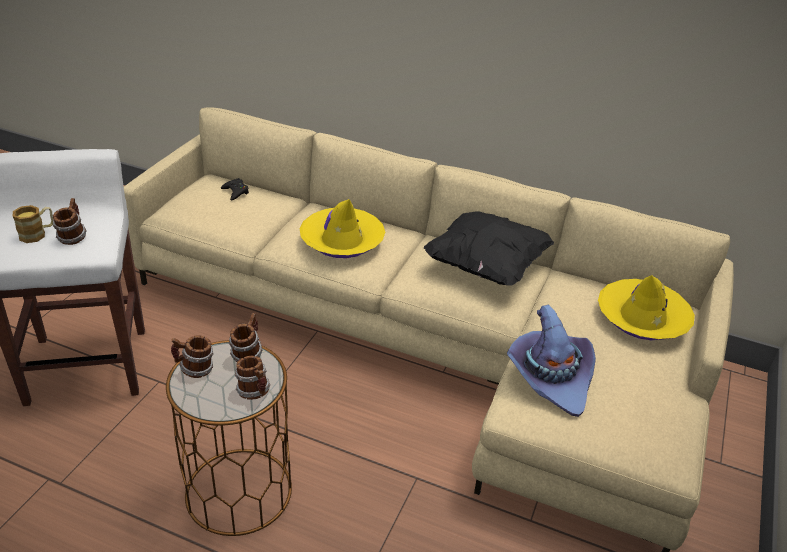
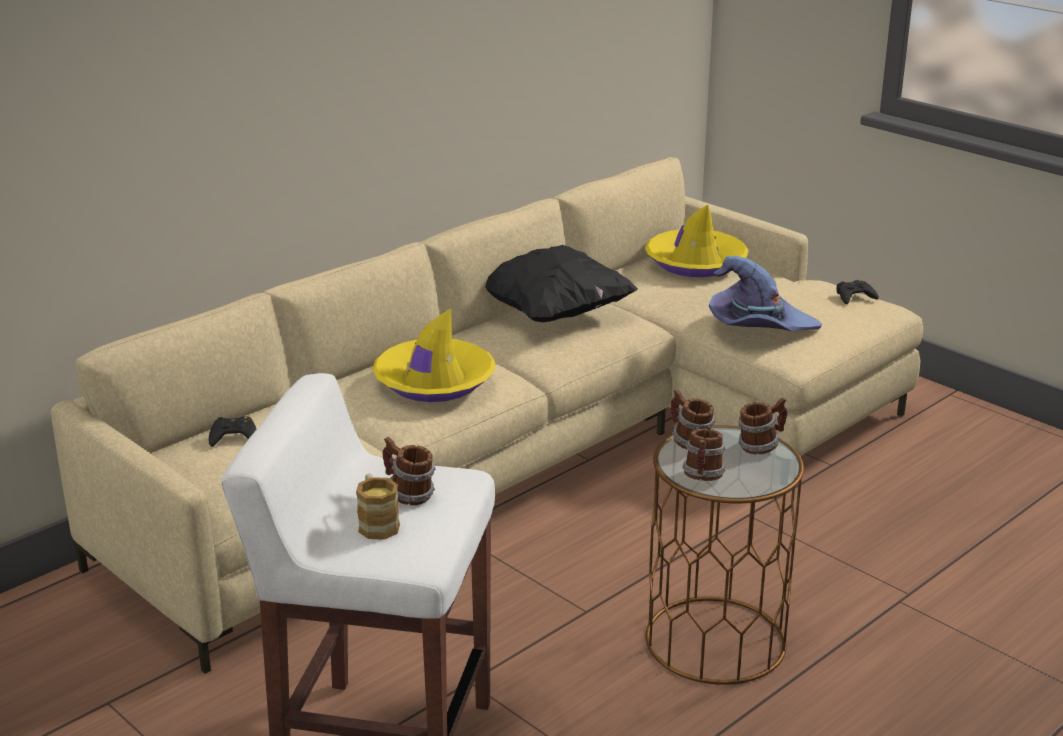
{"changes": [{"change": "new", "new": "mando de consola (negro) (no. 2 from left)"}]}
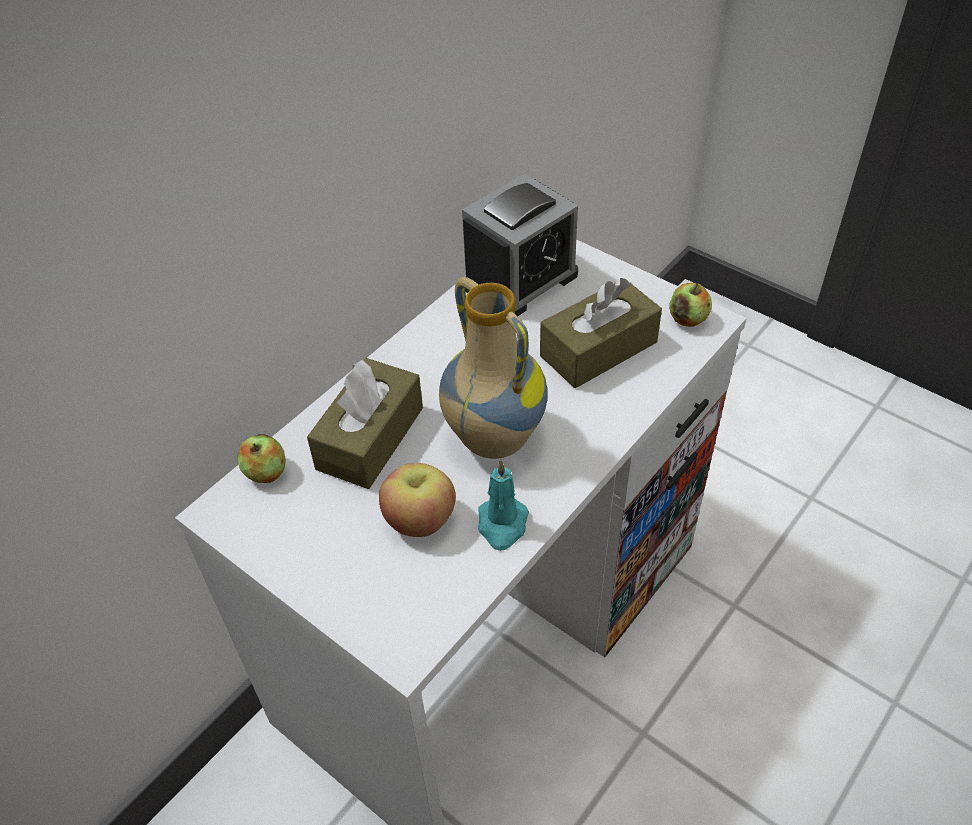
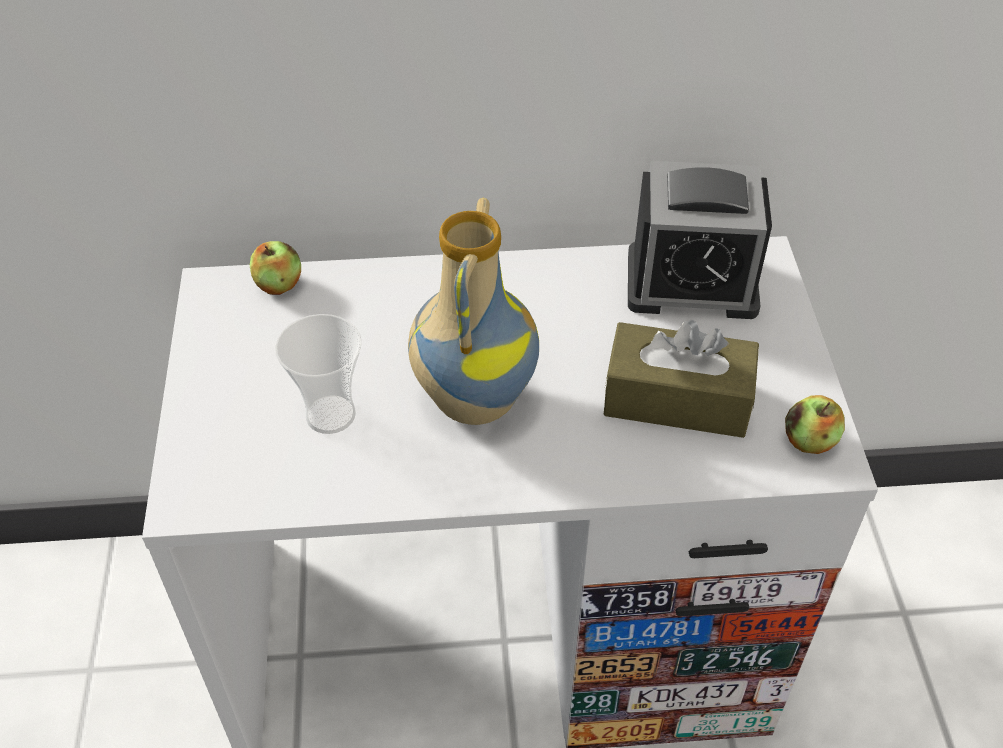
{"changes": [{"change": "swapped", "old": "manzana (no. 2 from left)", "new": "taza"}, {"change": "gone", "old": "caja de pañuelos (marrón) (no. 1 from left)"}, {"change": "gone", "old": "vela (turquesa)"}]}
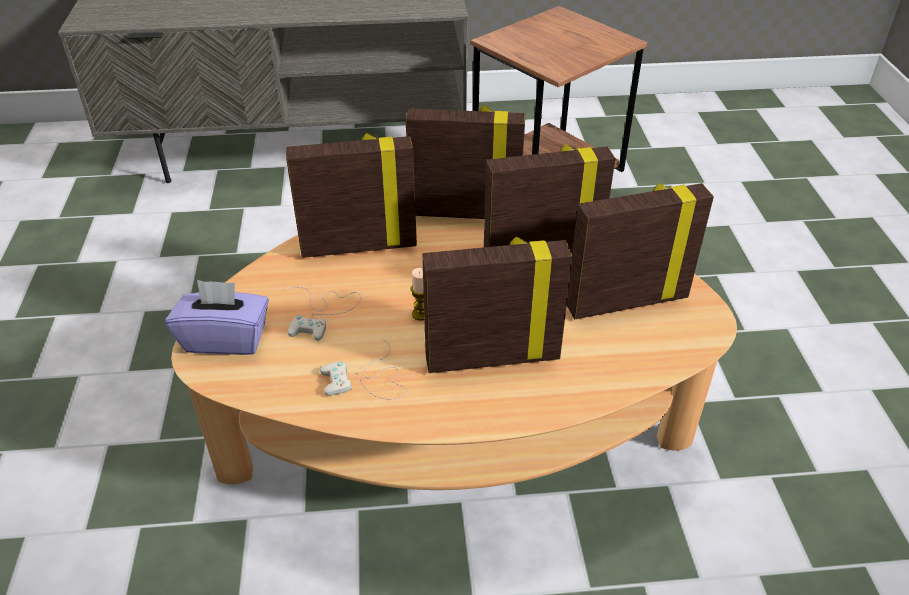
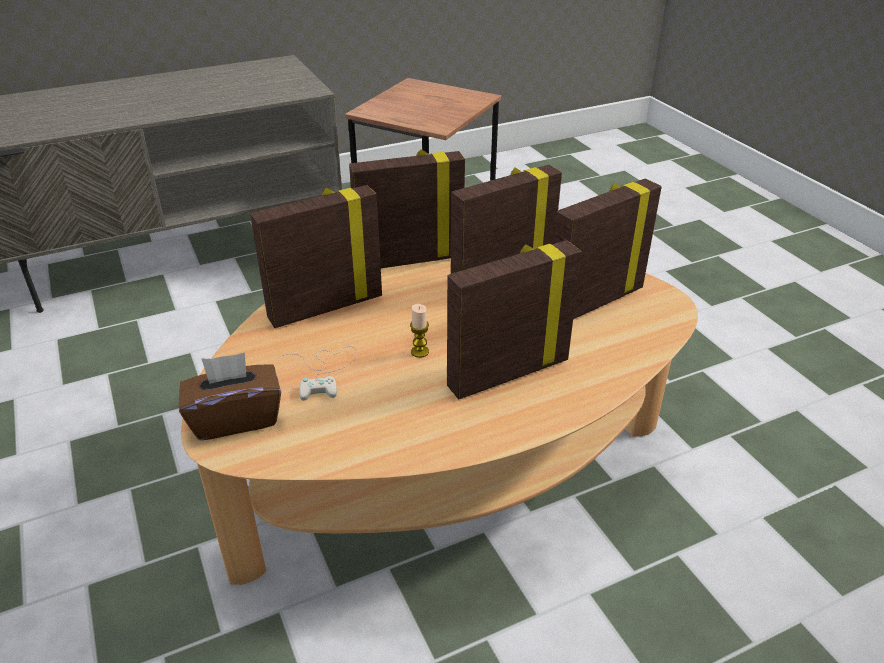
{"changes": [{"change": "repainted", "old": "caja de pañuelos (morado)", "new": "caja de pañuelos (marrón)"}, {"change": "gone", "old": "mando de consola (blanco) (no. 2 from left)"}]}
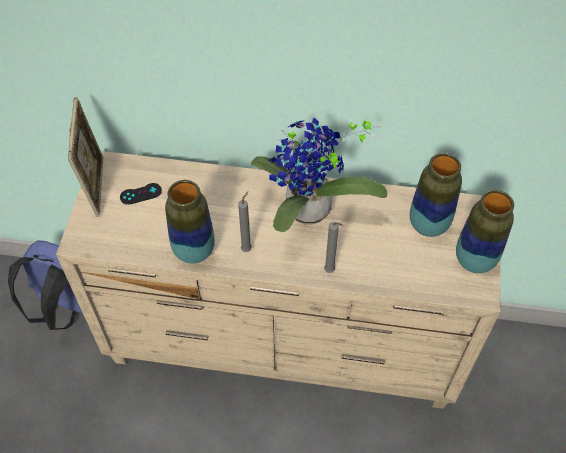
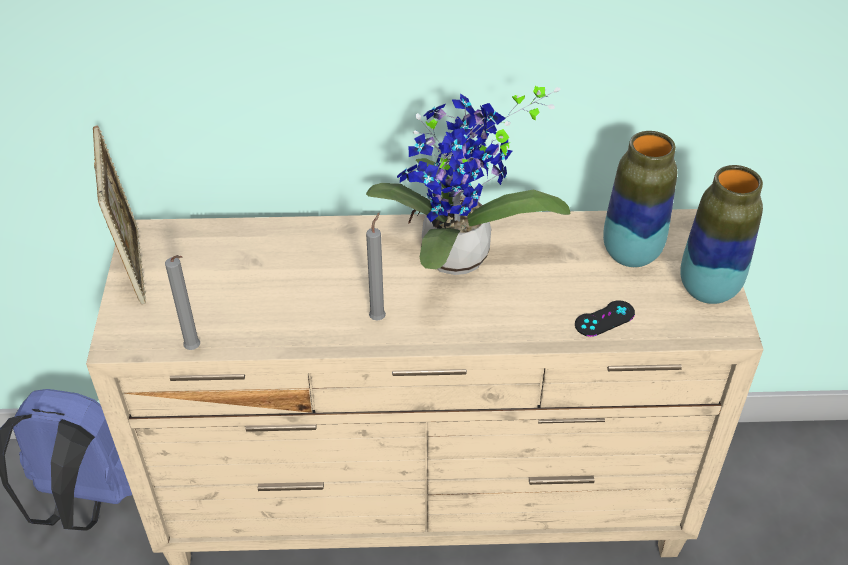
{"changes": [{"change": "shifted", "old": "vela (gris) (no. 2 from left in the first image)", "new": "vela (gris) (no. 1 from left)"}, {"change": "shifted", "old": "mando de consola (negro)"}, {"change": "gone", "old": "florero (no. 1 from left)"}]}
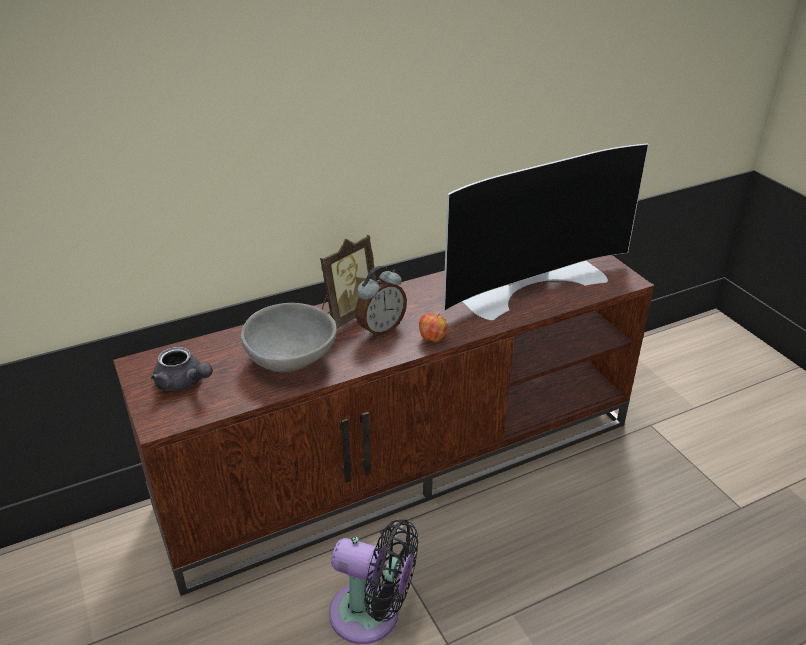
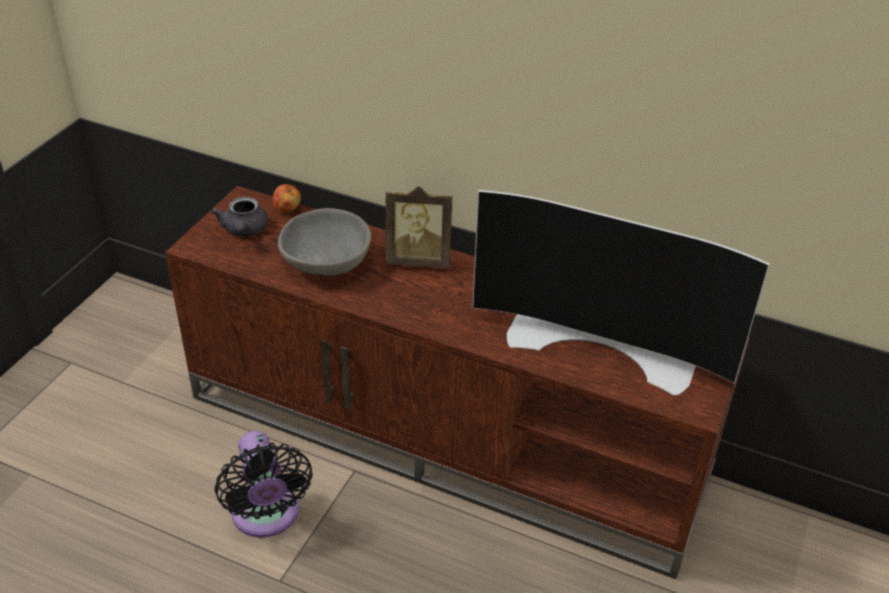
{"changes": [{"change": "shifted", "old": "manzana"}, {"change": "gone", "old": "despertador"}]}
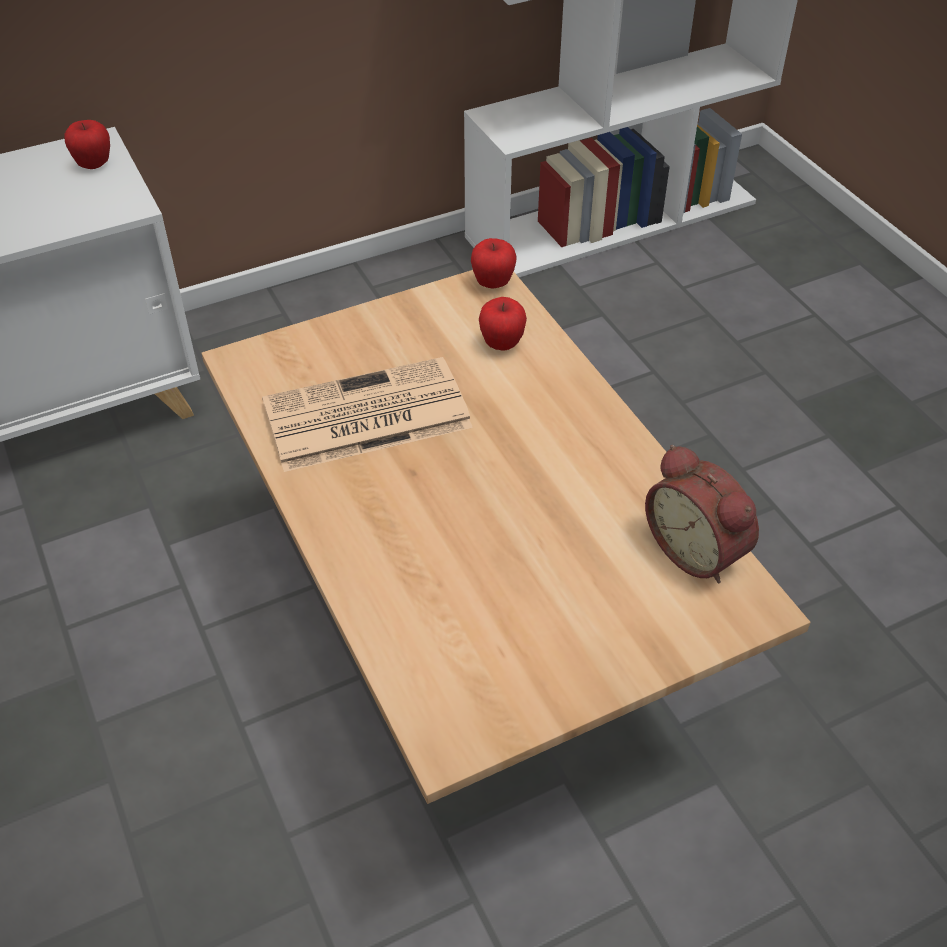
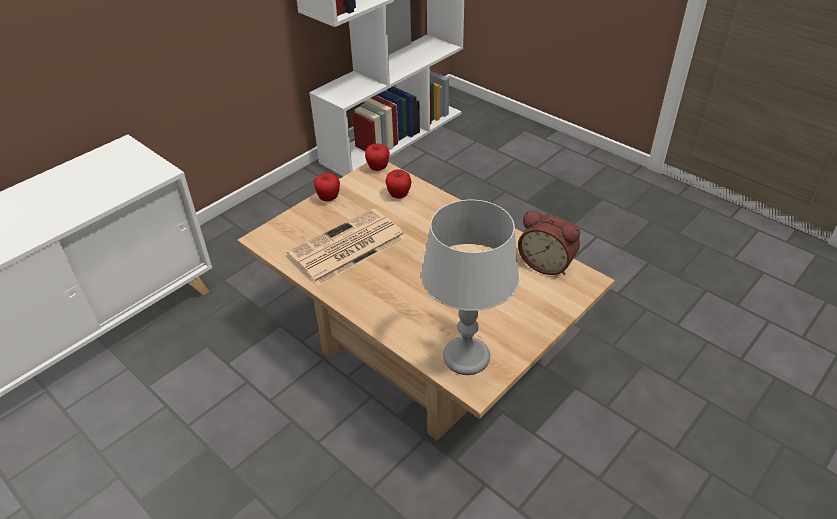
{"changes": [{"change": "shifted", "old": "manzana (no. 1 from left)"}, {"change": "new", "new": "lámpara de mesa (gris)"}]}
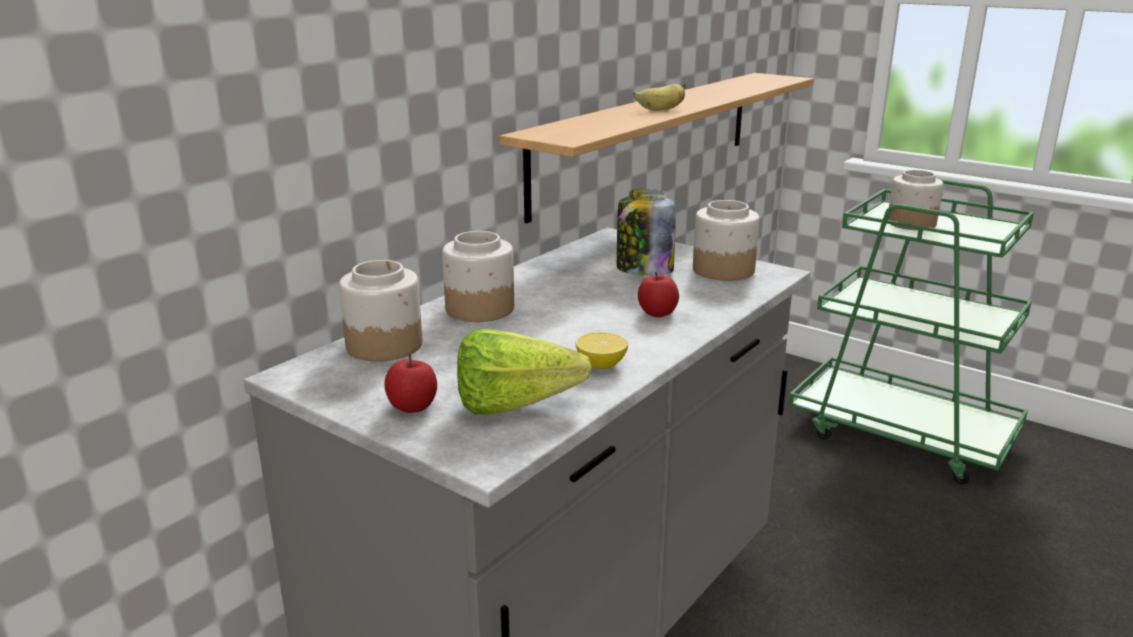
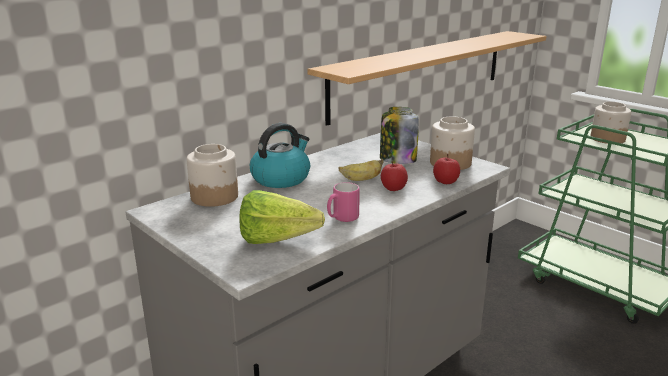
{"changes": [{"change": "swapped", "old": "tarro (no. 2 from left)", "new": "hervidor"}, {"change": "swapped", "old": "limón", "new": "taza grande (rosa)"}, {"change": "shifted", "old": "plátano"}, {"change": "shifted", "old": "manzana (no. 1 from left in the first image)", "new": "manzana (no. 2 from left)"}]}
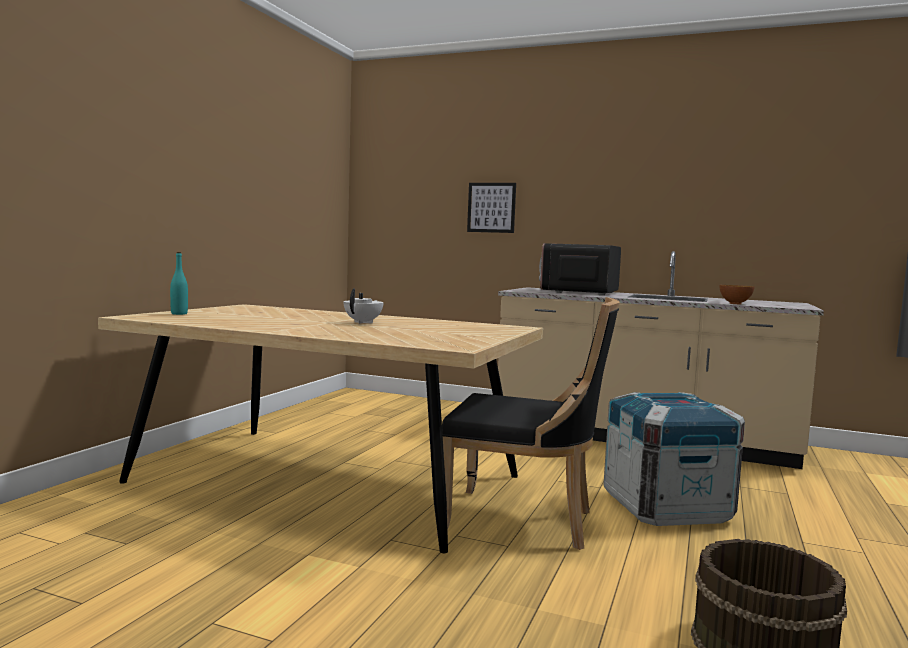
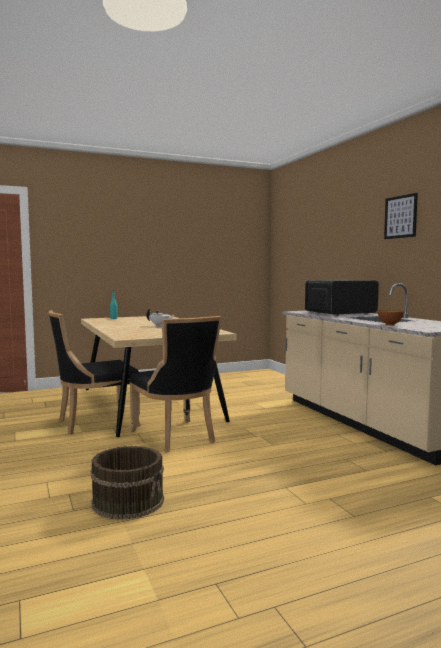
{"changes": [{"change": "new", "new": "silla (negro) (no. 1 from left)"}, {"change": "shifted", "old": "cuadro"}, {"change": "gone", "old": "caja de embalaje"}]}
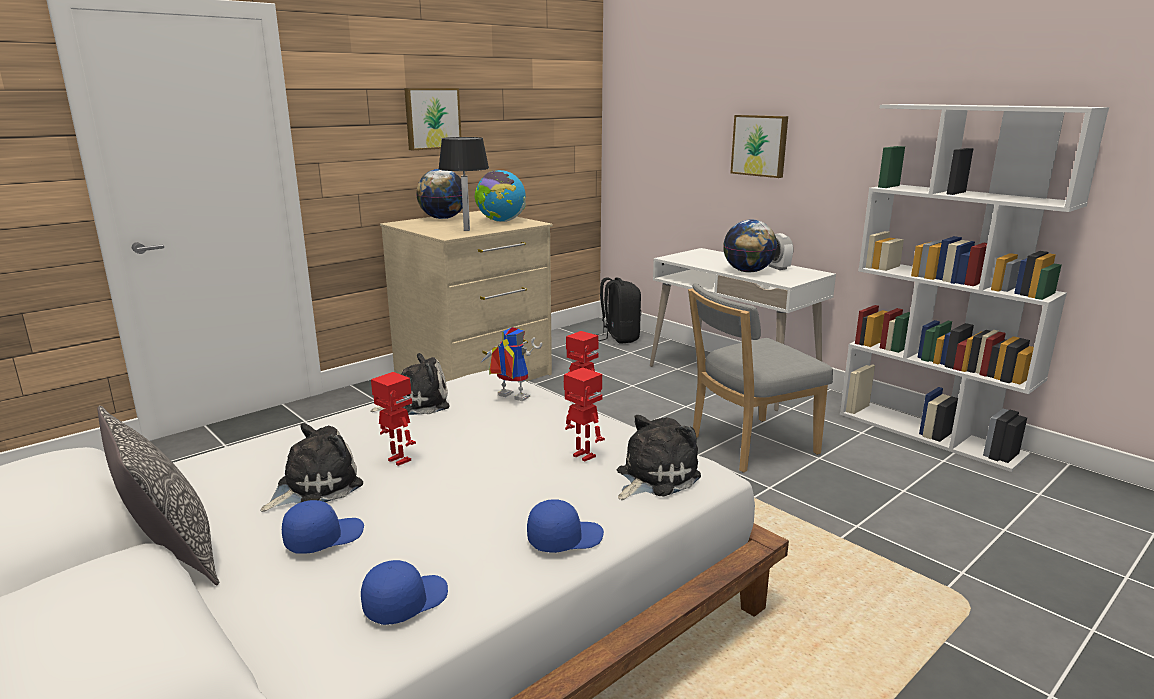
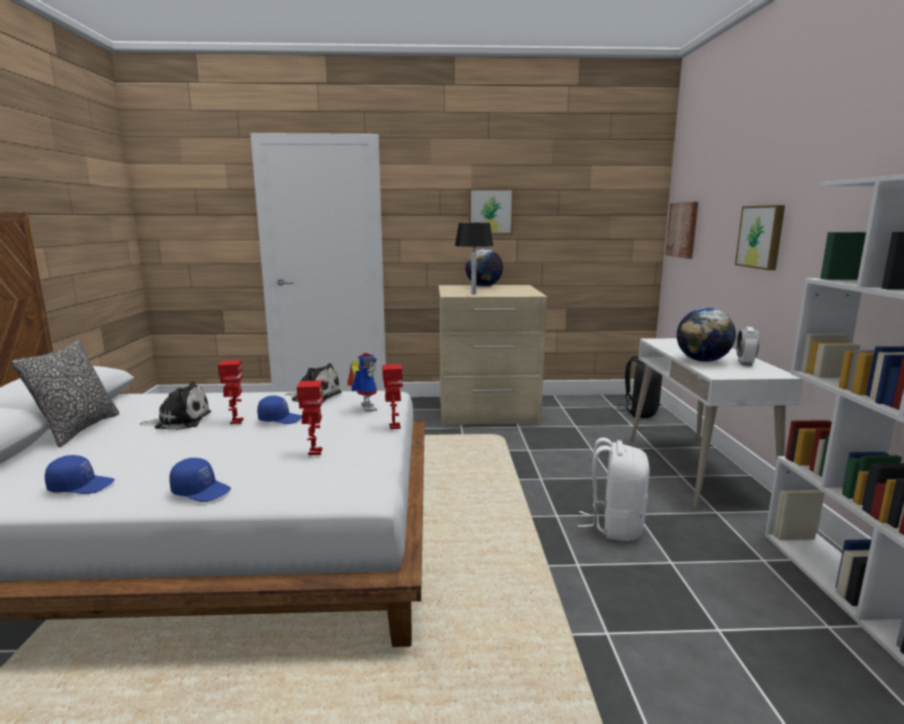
{"changes": [{"change": "shifted", "old": "gorra (azul) (no. 1 from left in the first image)", "new": "gorra (azul) (no. 3 from left)"}, {"change": "swapped", "old": "silla (gris)", "new": "mochila (blanco)"}, {"change": "new", "new": "cuadro (no. 2 from left)"}, {"change": "gone", "old": "globo terráqueo (no. 2 from left)"}, {"change": "gone", "old": "peluche (no. 3 from left)"}]}
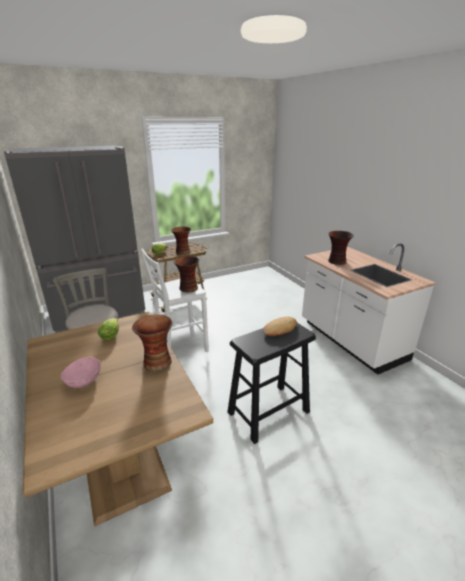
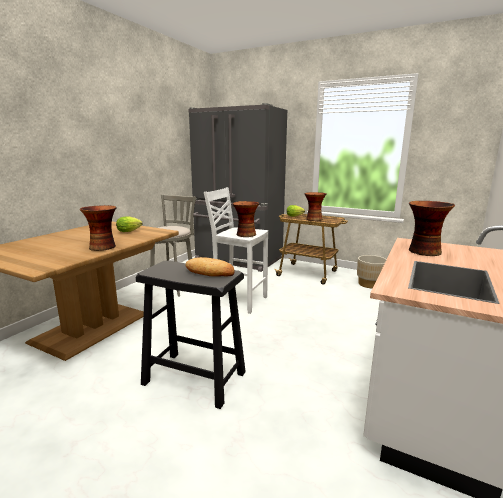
{"changes": [{"change": "new", "new": "maceta (beis)"}, {"change": "gone", "old": "cuenco (rosa)"}]}
